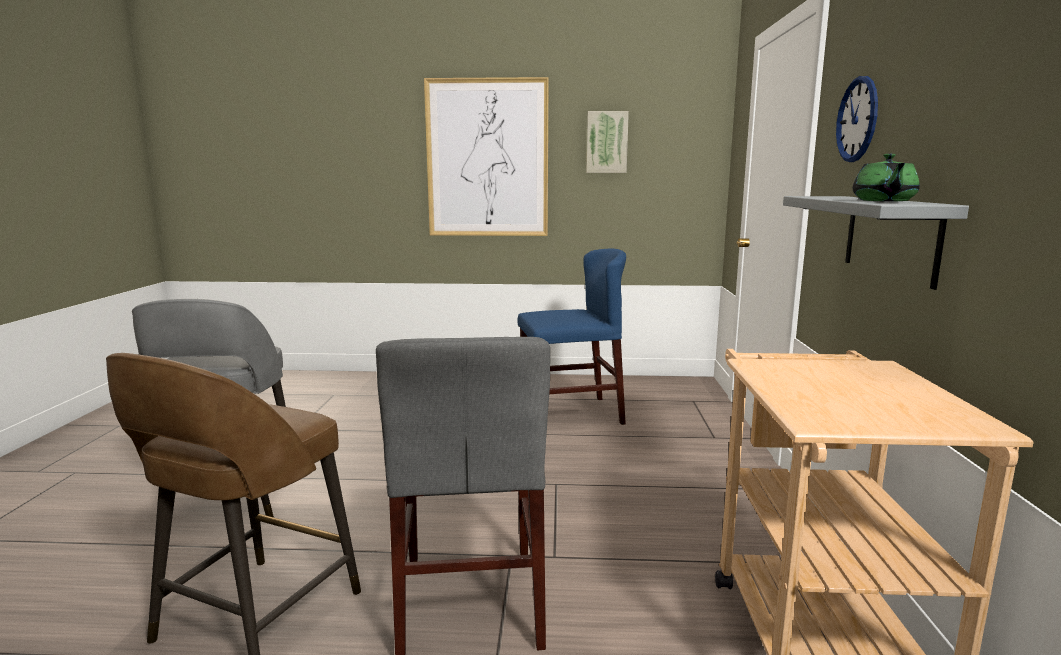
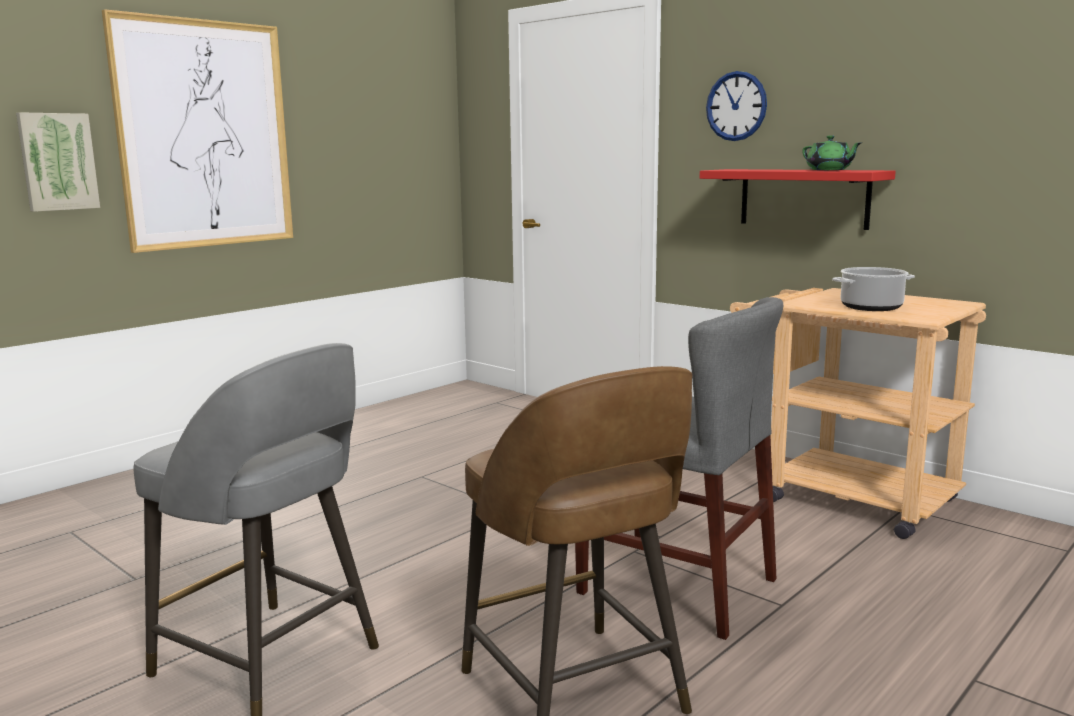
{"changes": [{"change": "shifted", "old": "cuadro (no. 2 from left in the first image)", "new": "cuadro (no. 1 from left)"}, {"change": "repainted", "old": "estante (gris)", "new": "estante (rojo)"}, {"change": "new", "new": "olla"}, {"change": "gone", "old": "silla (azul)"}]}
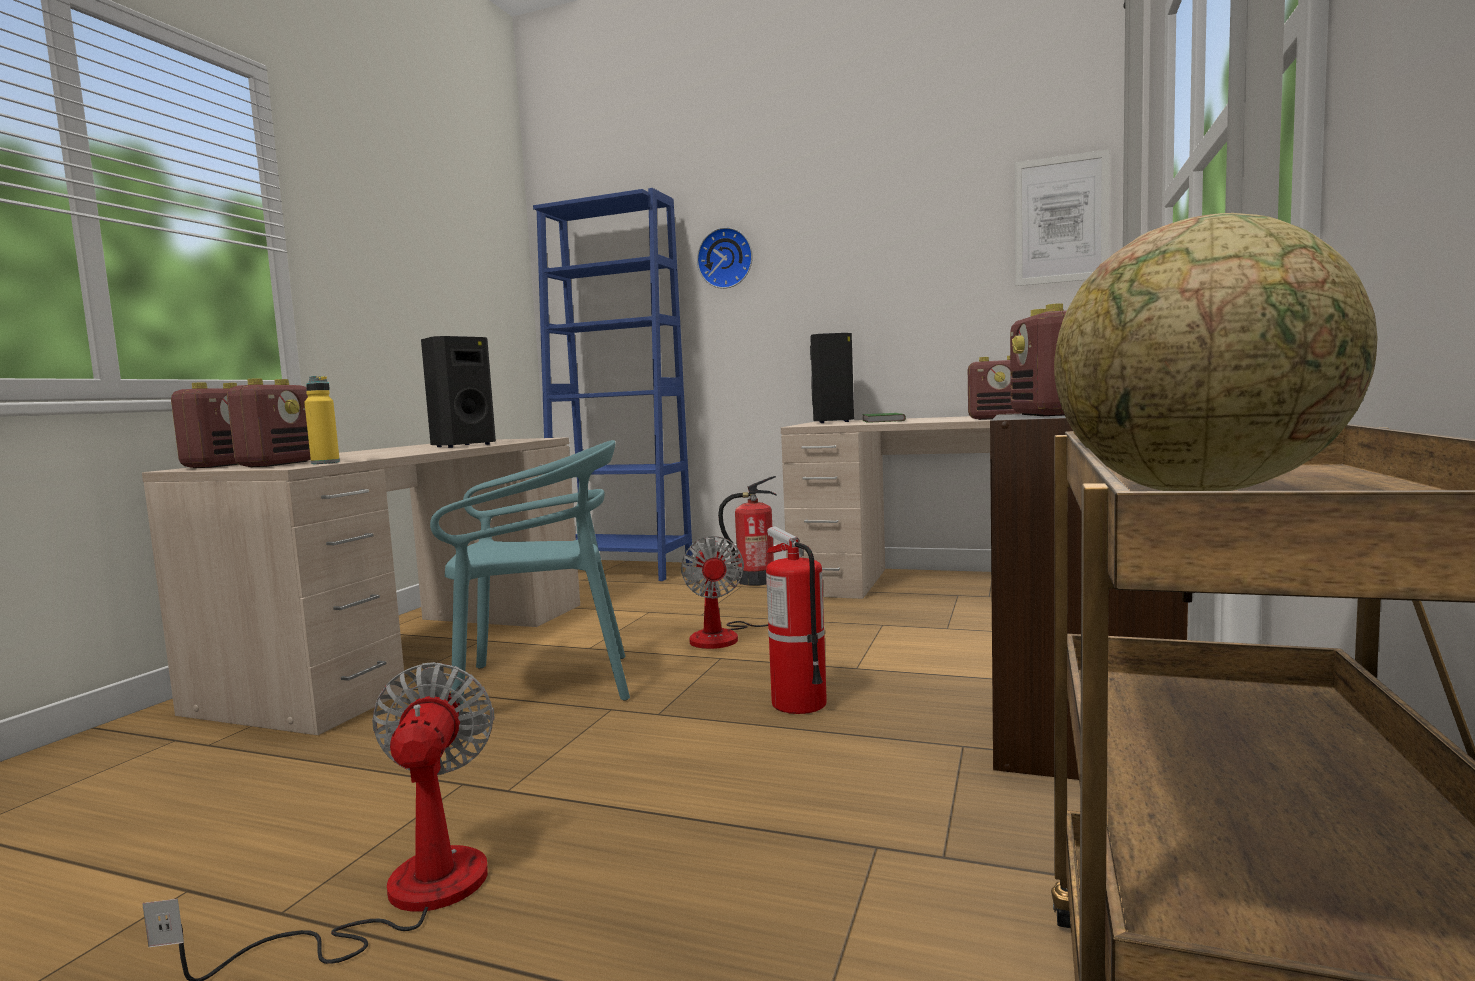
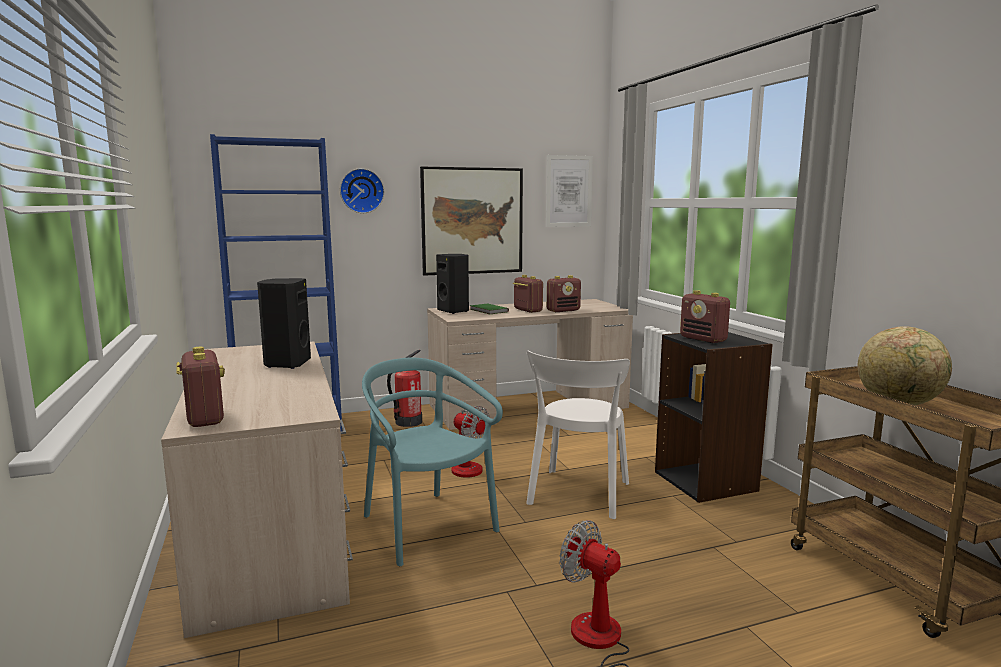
{"changes": [{"change": "rotated", "old": "silla (turquesa)", "degrees": -75}, {"change": "new", "new": "cuadro (no. 1 from left)"}, {"change": "shifted", "old": "radio (no. 2 from left)"}, {"change": "swapped", "old": "extintor (no. 2 from left)", "new": "silla (blanco)"}, {"change": "gone", "old": "botella (amarillo)"}]}
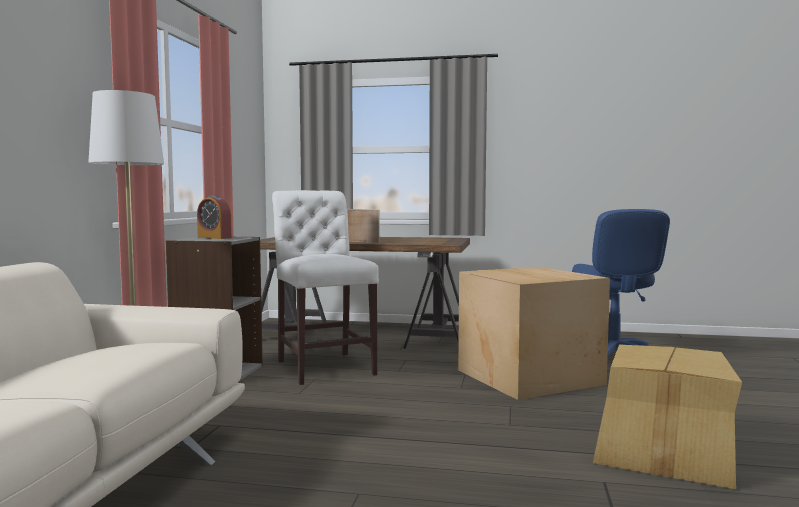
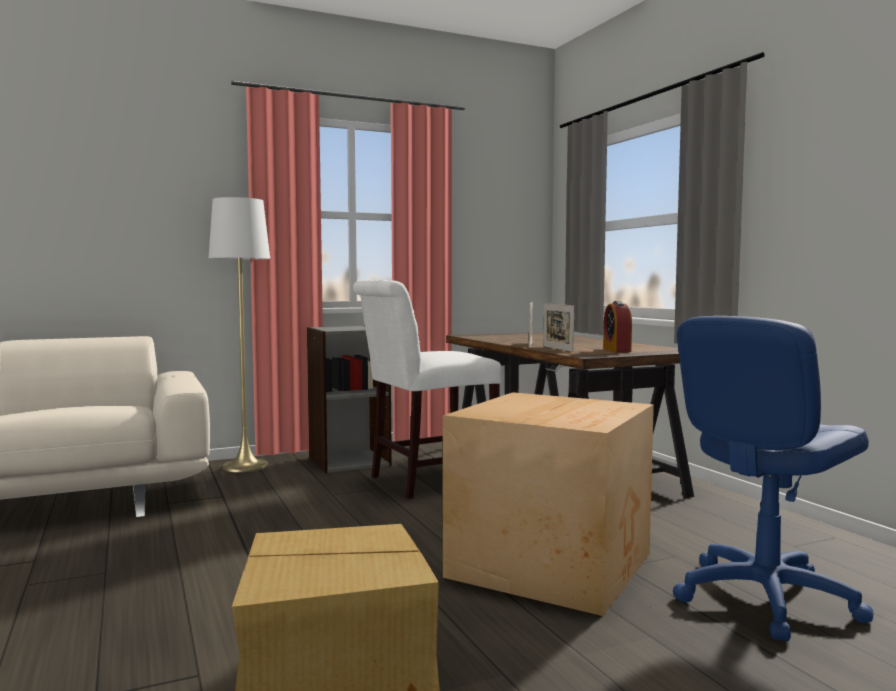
{"changes": [{"change": "rotated", "old": "silla (blanco)", "degrees": -150}, {"change": "new", "new": "portarretratos (no. 2 from left)"}, {"change": "shifted", "old": "despertador"}]}
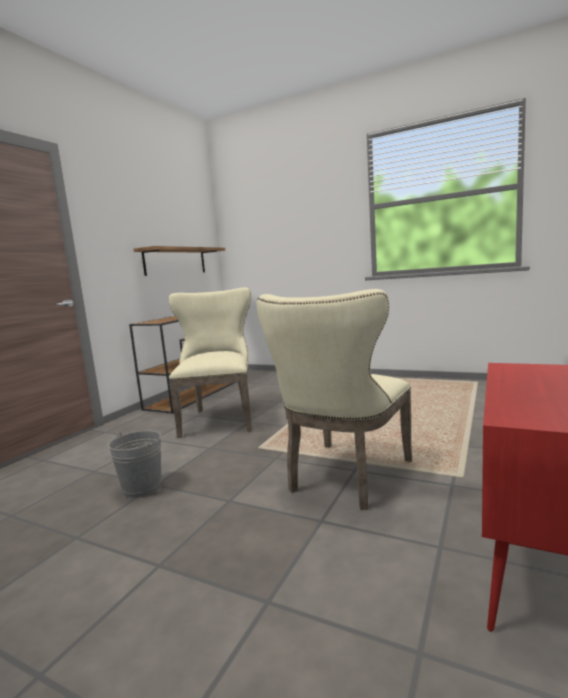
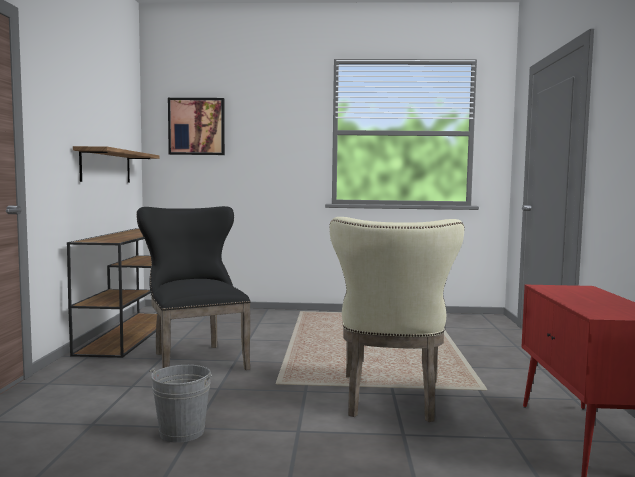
{"changes": [{"change": "repainted", "old": "silla (beis) (no. 1 from left)", "new": "silla (negro)"}, {"change": "new", "new": "cuadro"}]}
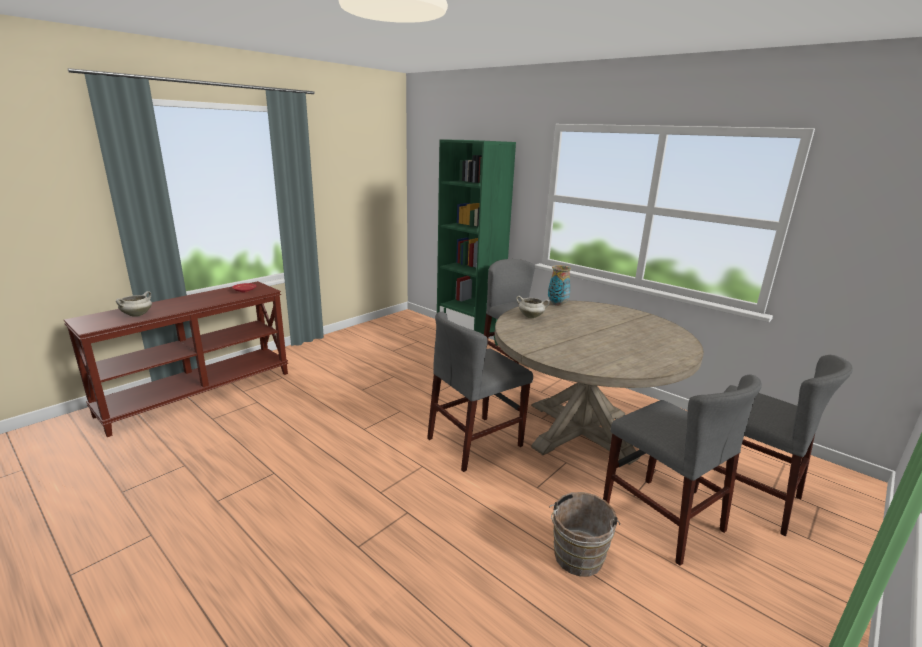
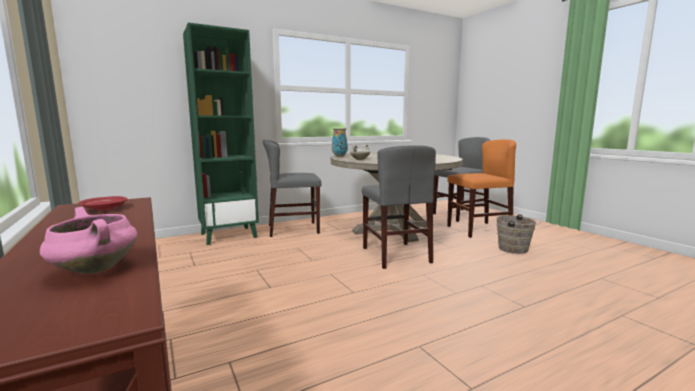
{"changes": [{"change": "repainted", "old": "olla (blanco) (no. 1 from left)", "new": "olla (rosa)"}, {"change": "repainted", "old": "silla (gris) (no. 3 from left)", "new": "silla (naranja)"}]}
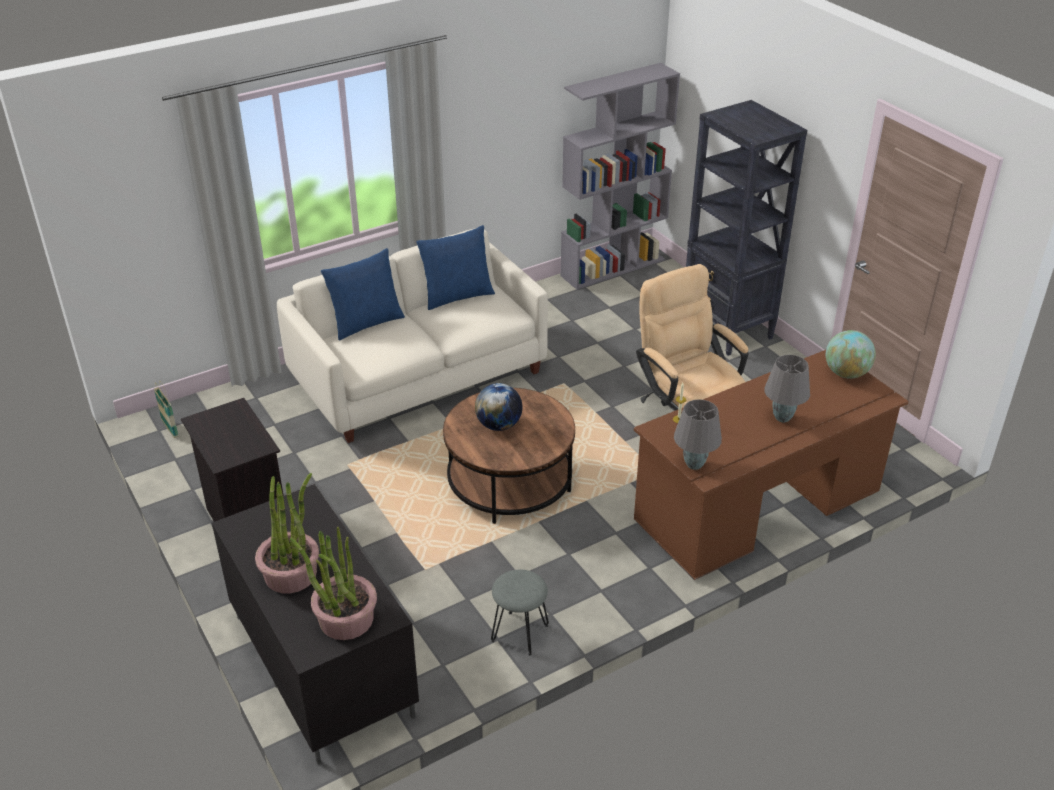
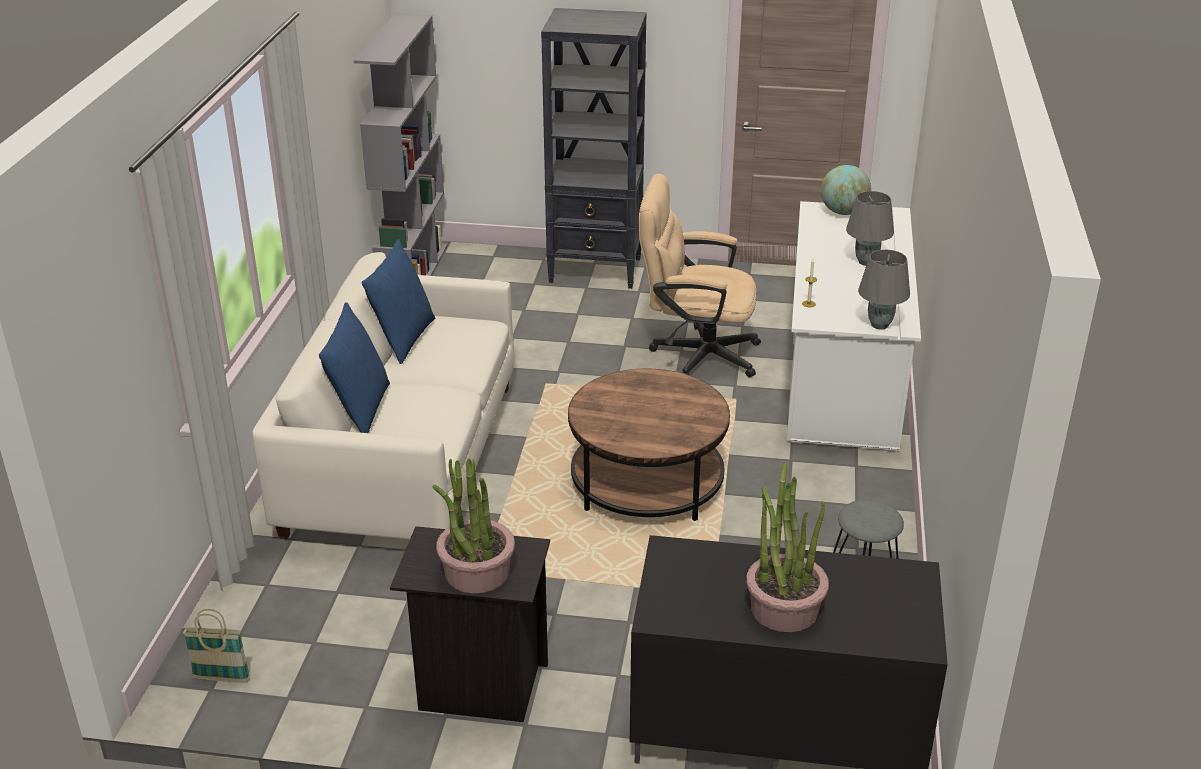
{"changes": [{"change": "shifted", "old": "planta en maceta (no. 2 from left in the first image)", "new": "planta en maceta (no. 1 from left)"}, {"change": "repainted", "old": "escritorio (marrón)", "new": "escritorio (blanco)"}, {"change": "gone", "old": "globo terráqueo (no. 1 from left)"}]}
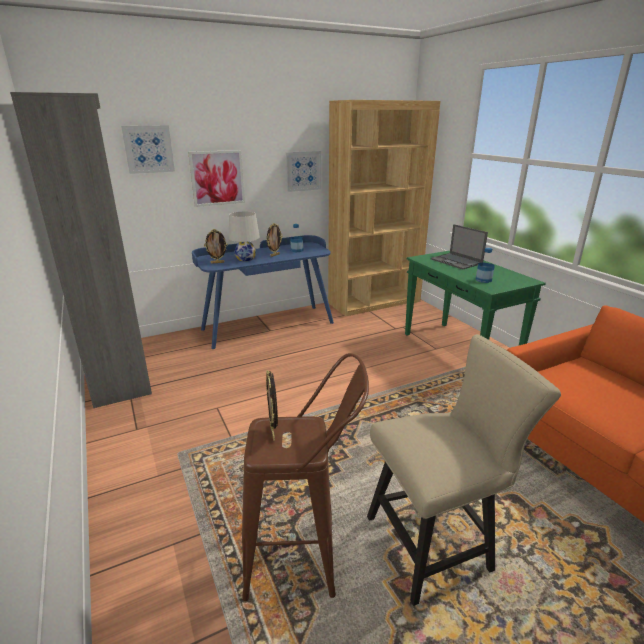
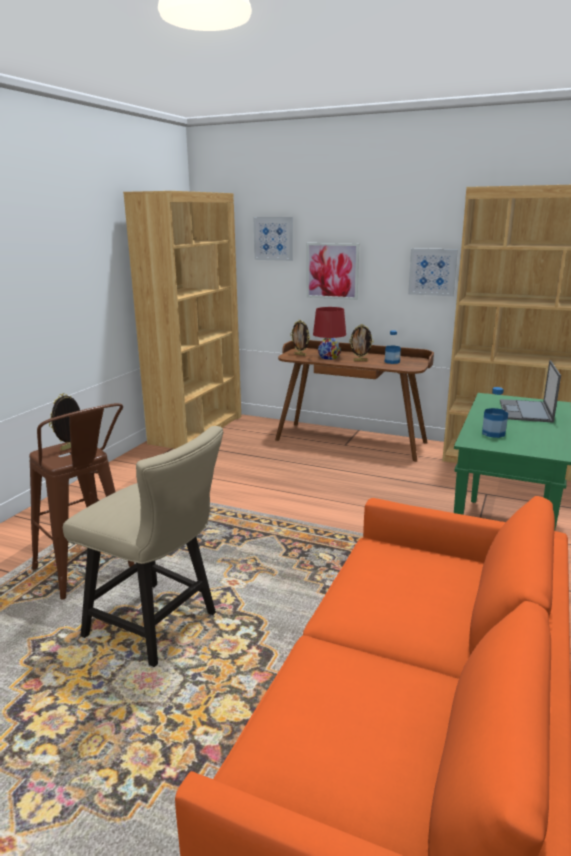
{"changes": [{"change": "repainted", "old": "estantería (gris)", "new": "estantería (marrón) (no. 1 from left)"}, {"change": "repainted", "old": "escritorio (azul)", "new": "escritorio (marrón)"}, {"change": "repainted", "old": "lámpara de mesa (blanco)", "new": "lámpara de mesa (rojo)"}]}
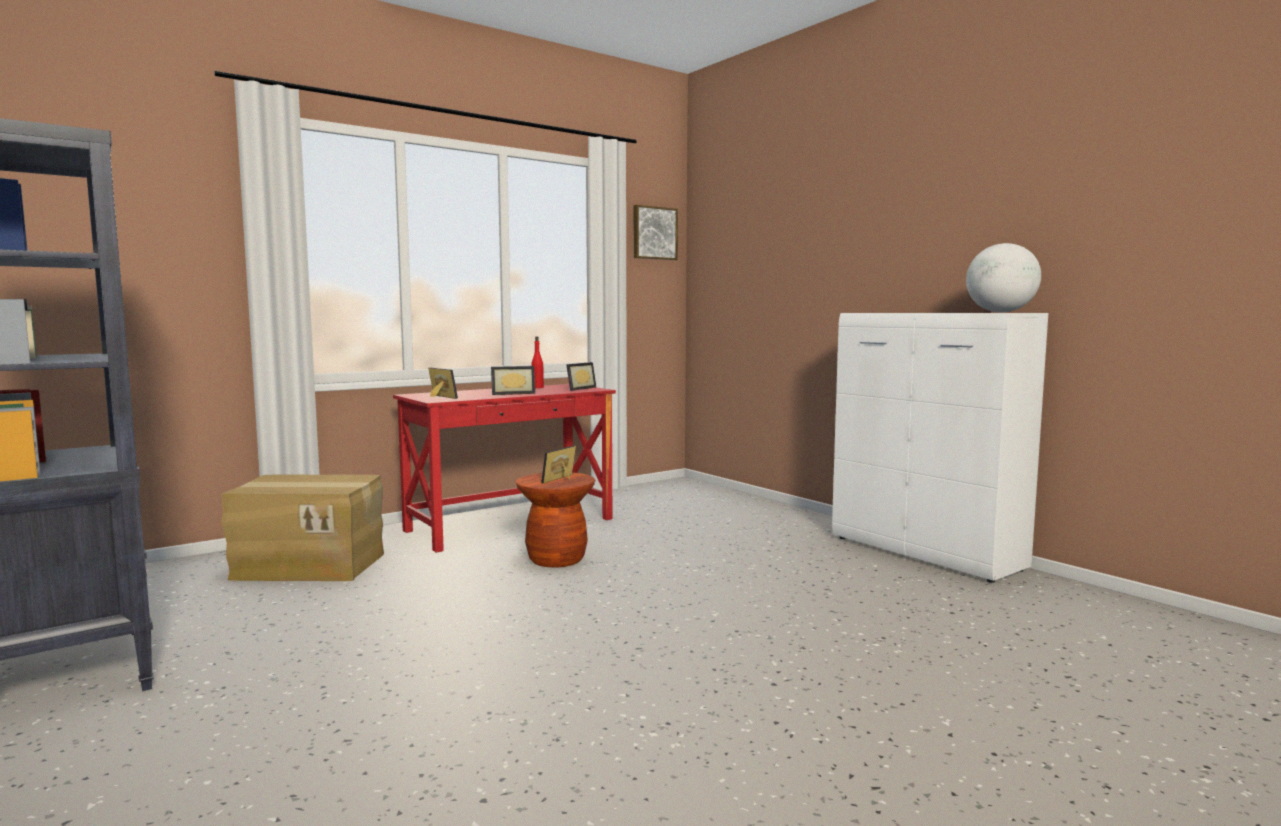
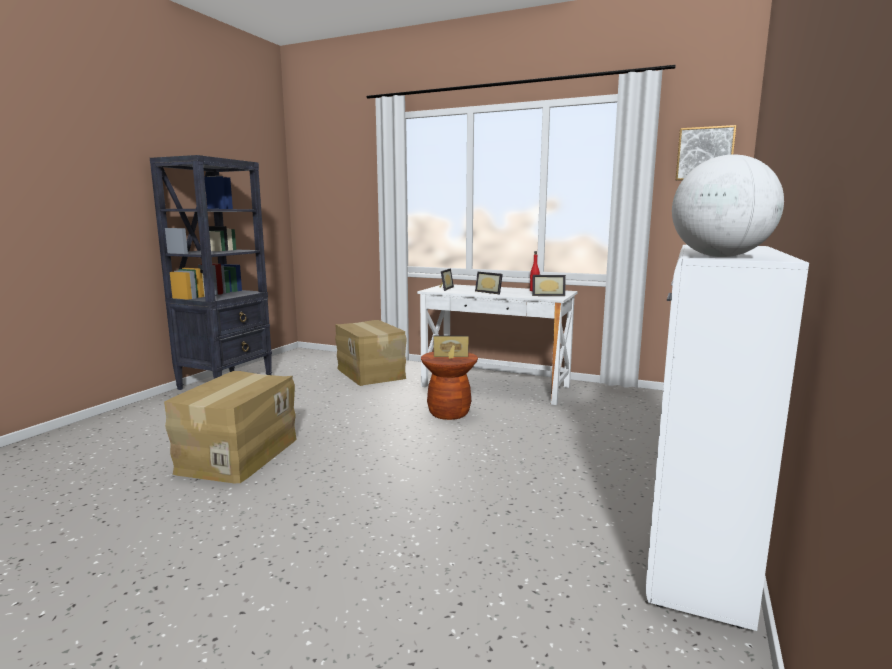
{"changes": [{"change": "new", "new": "caja de cartón (no. 1 from left)"}, {"change": "repainted", "old": "escritorio (rojo)", "new": "escritorio (blanco)"}]}
